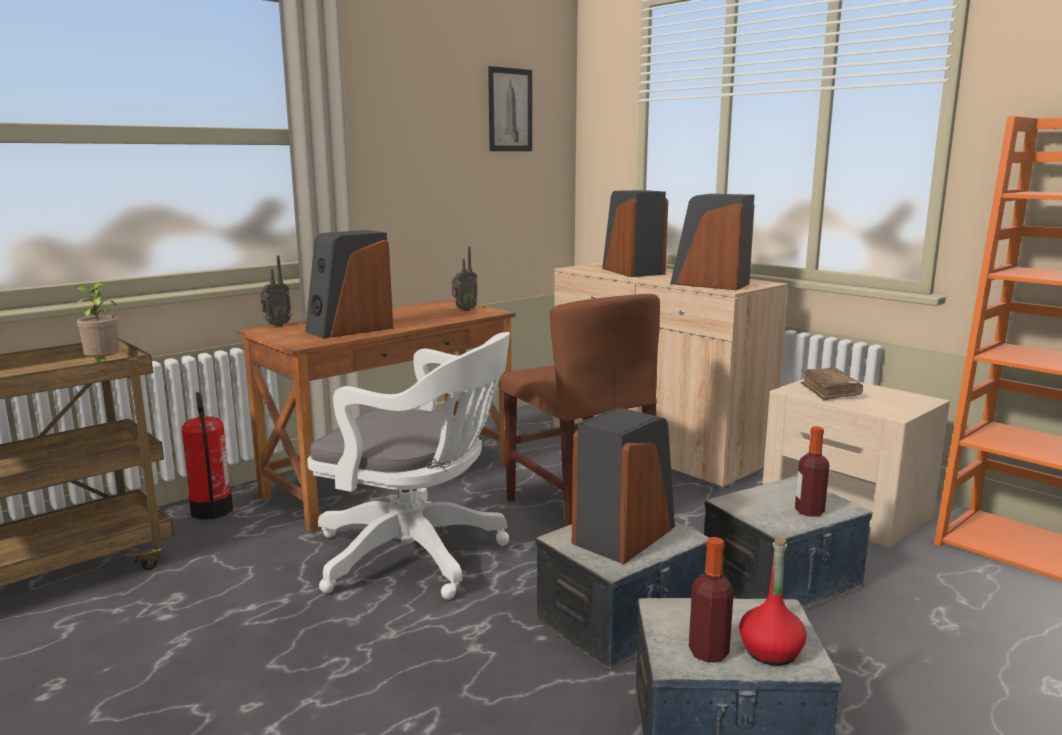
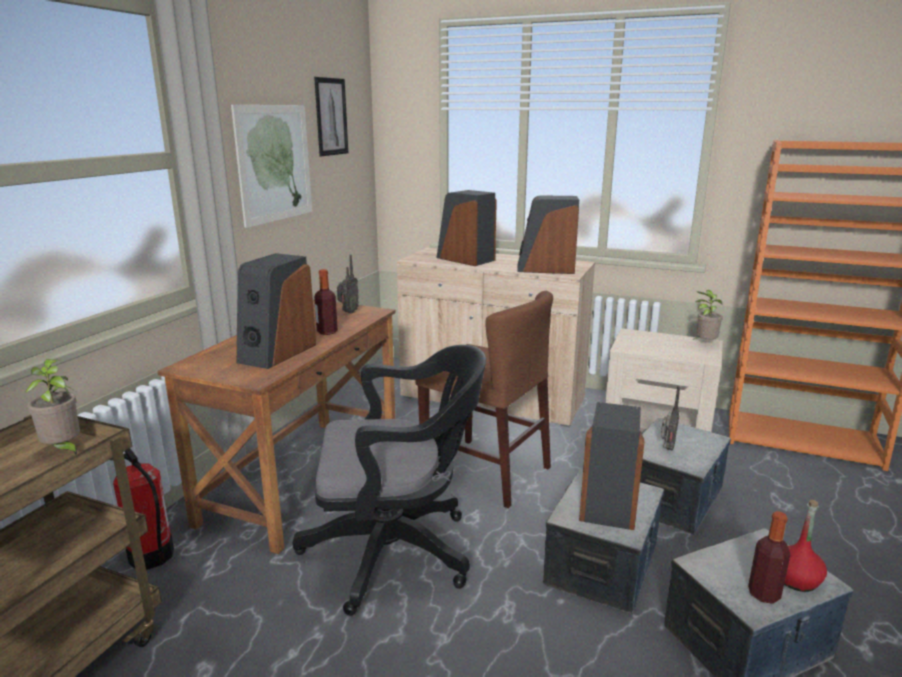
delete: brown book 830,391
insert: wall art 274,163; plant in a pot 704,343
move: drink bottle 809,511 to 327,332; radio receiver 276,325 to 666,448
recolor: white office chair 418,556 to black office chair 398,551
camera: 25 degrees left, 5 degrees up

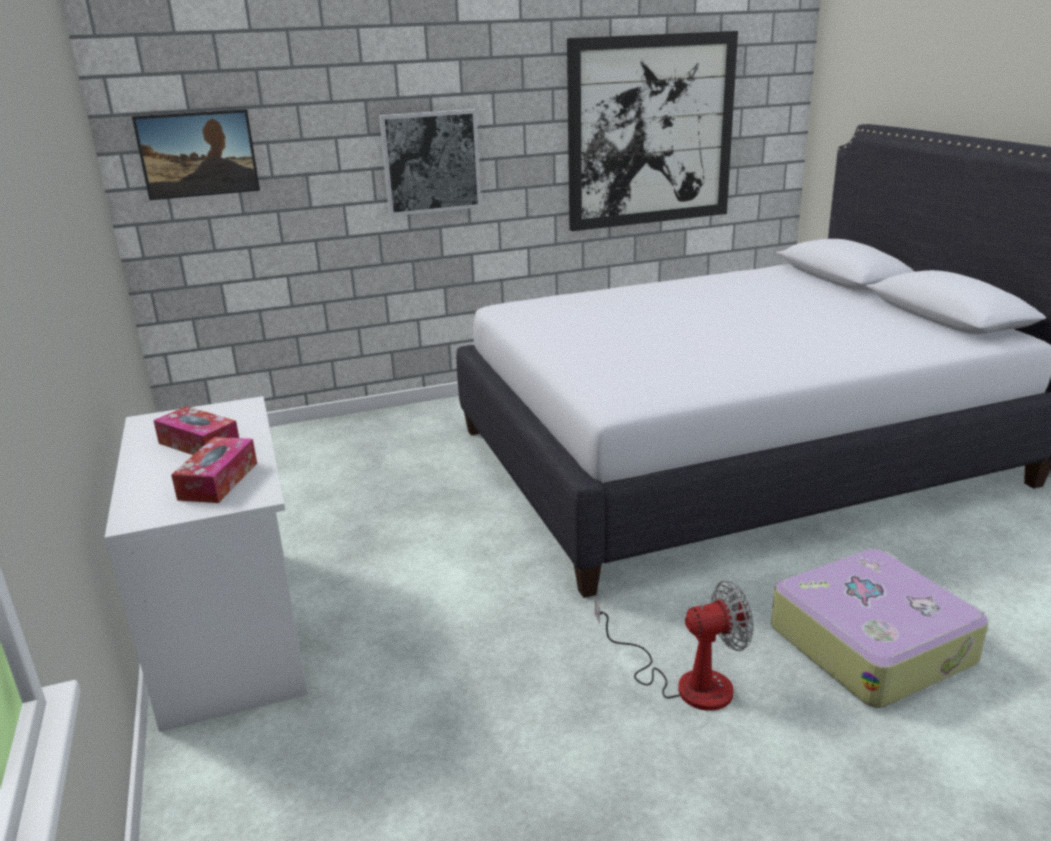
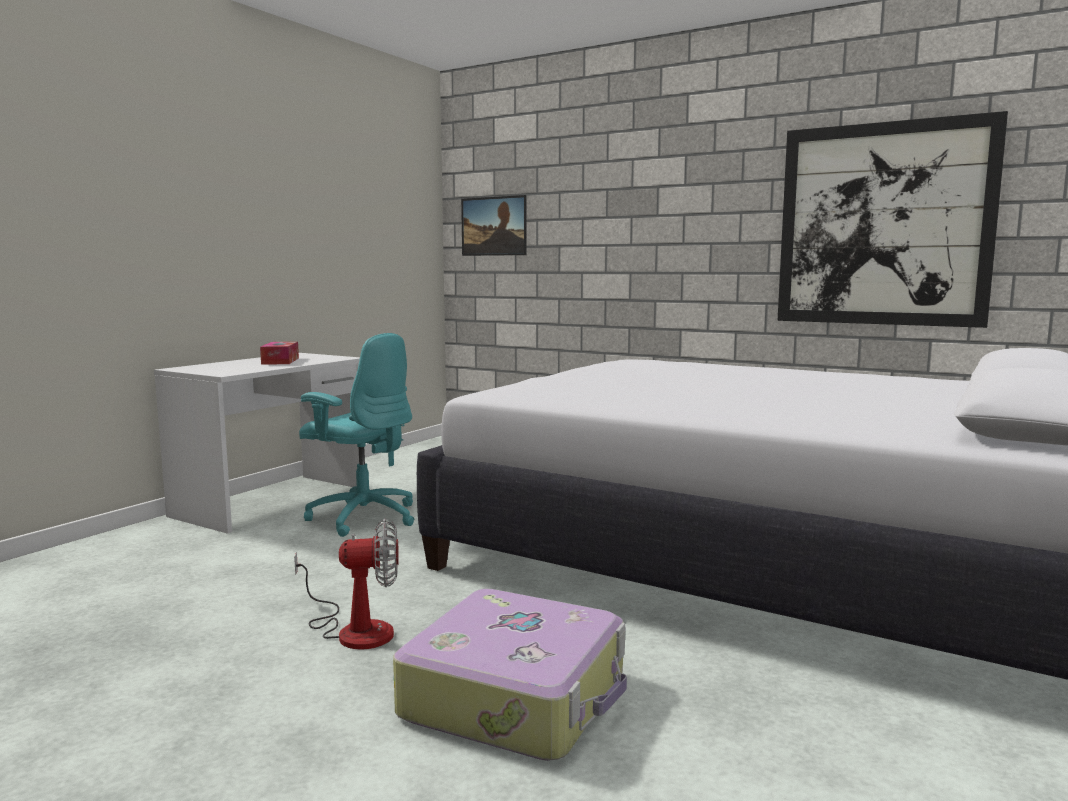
delete: tissue holder 218,481; wall art 431,162
insert: turquoise-coloured office chair 363,517
rotate: electric fan 686,682 = 354,629 45 degrees counterclockwise
camera: 50 degrees right, 15 degrees down

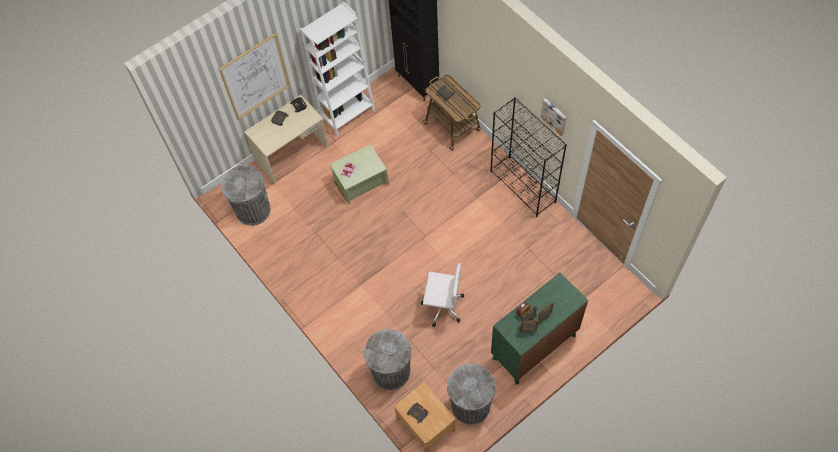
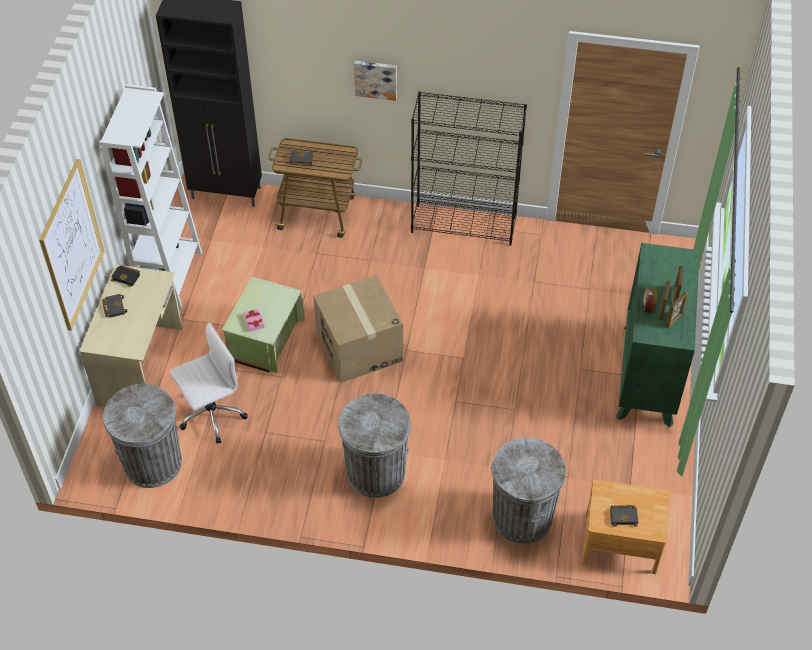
insert: carton 359,347
move: white office chair 442,306 to 210,414; greyish waste bin 470,405 to 376,472; wall art 554,116 to 376,79
camera: 45 degrees left, 10 degrees down

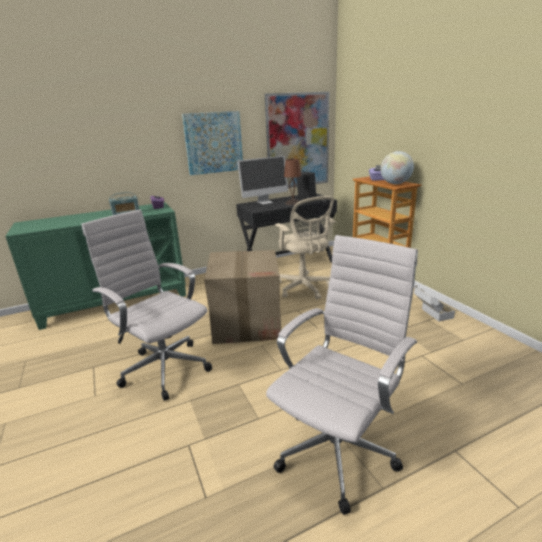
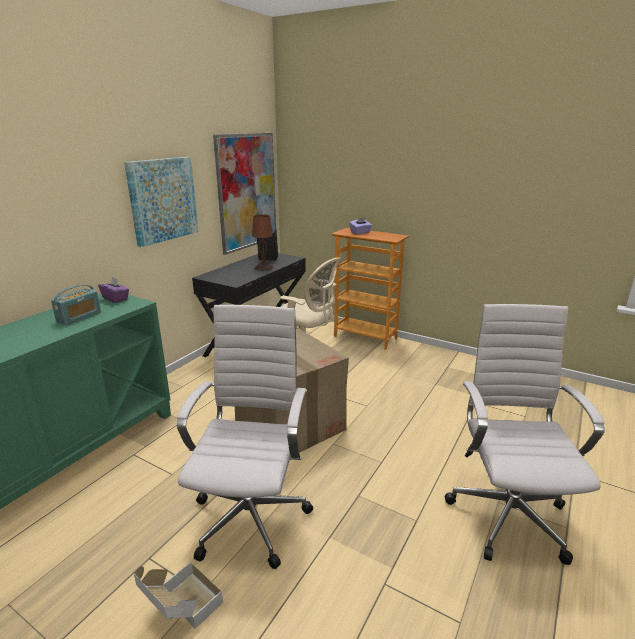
delete: computer screen 265,202; desk globe 395,183
move: carton 431,315 to 181,609
rotate: white office chair 163,367 = 252,515 90 degrees clockwise
camera: 35 degrees left, 0 degrees up

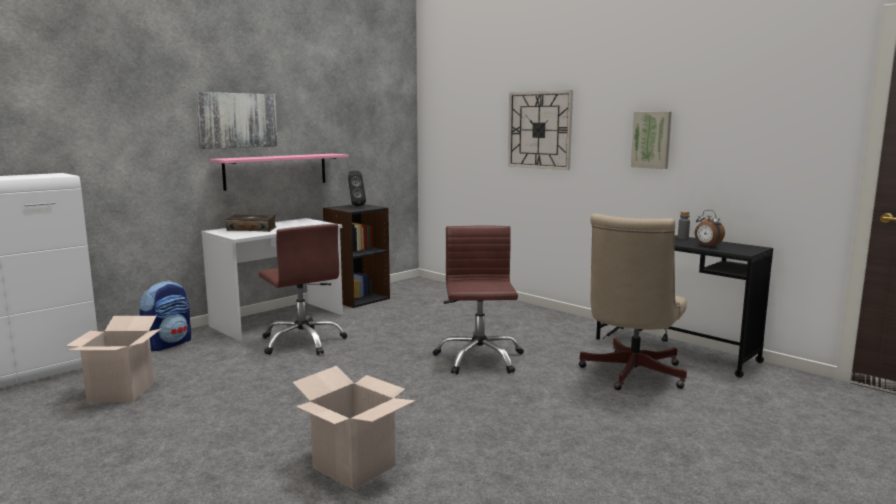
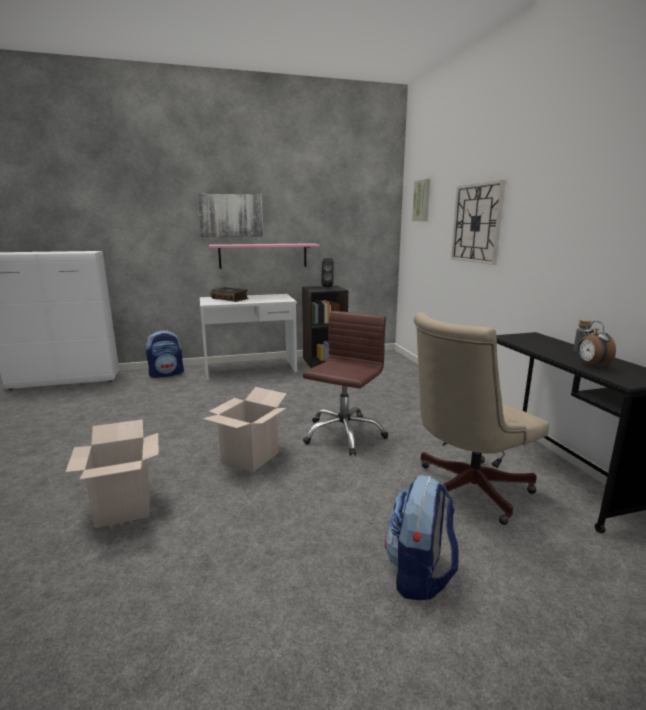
delete: brown office chair 303,342
insert: backpack 420,574
move: carton 121,392 to 250,457; wall art 651,140 to 422,200
camera: 30 degrees right, 5 degrees up

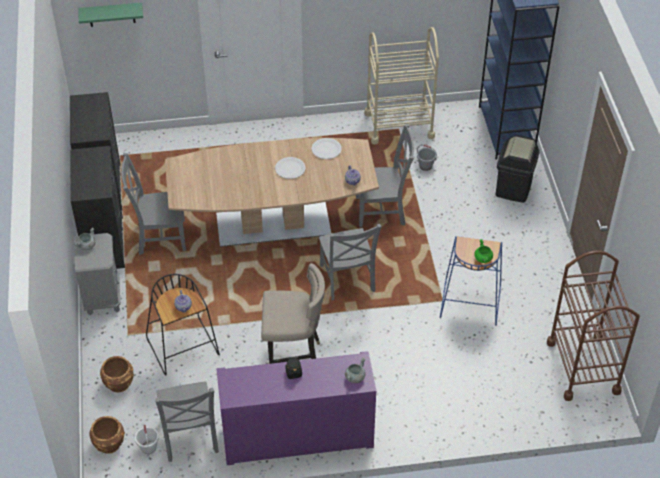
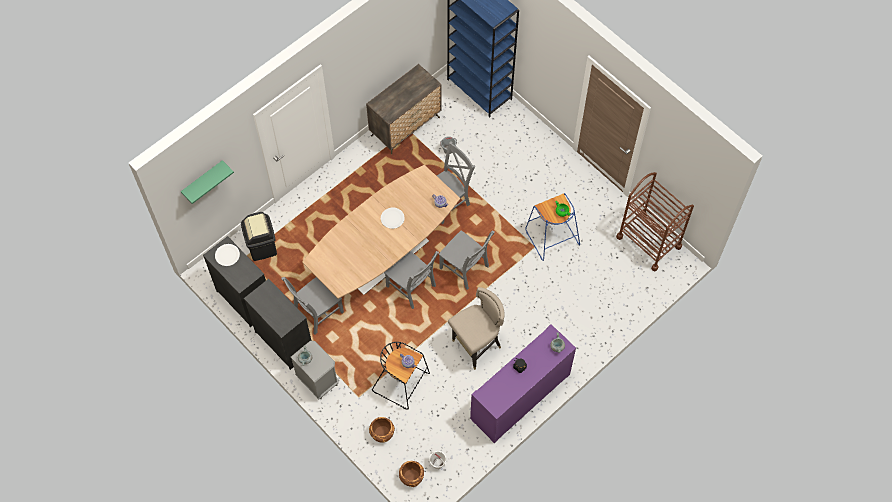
move: white plate 326,149 to 227,255; black waste bin 514,188 to 262,247; greyish chair 189,437 to 412,288
replace: beige cart 399,125 to drawer chest 406,126
camera: 35 degrees left, 15 degrees up

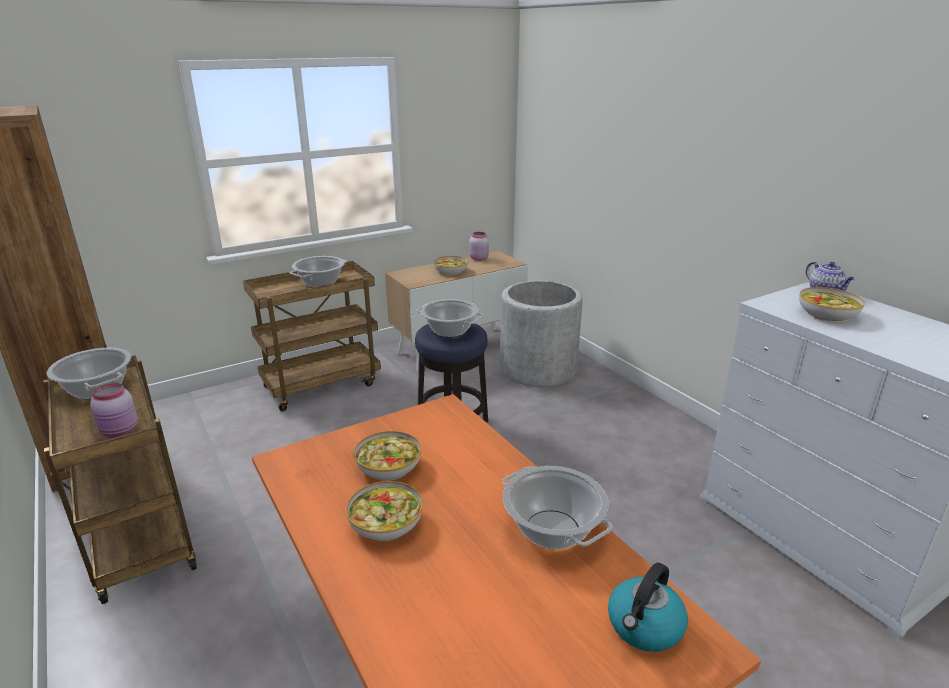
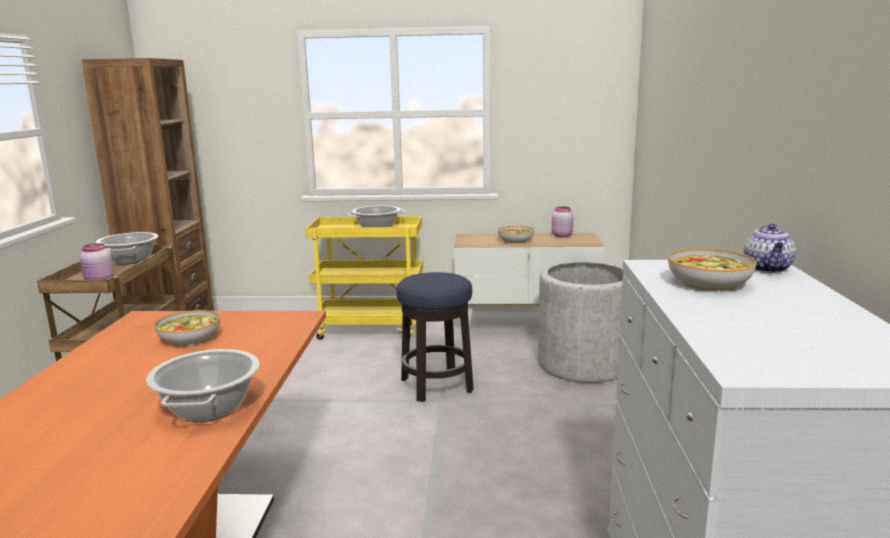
delete: bowl 386,523; cooking pot 449,331; kettle 644,627
recolor: brown cart 322,384 to yellow cart 372,329
camera: 35 degrees right, 10 degrees down

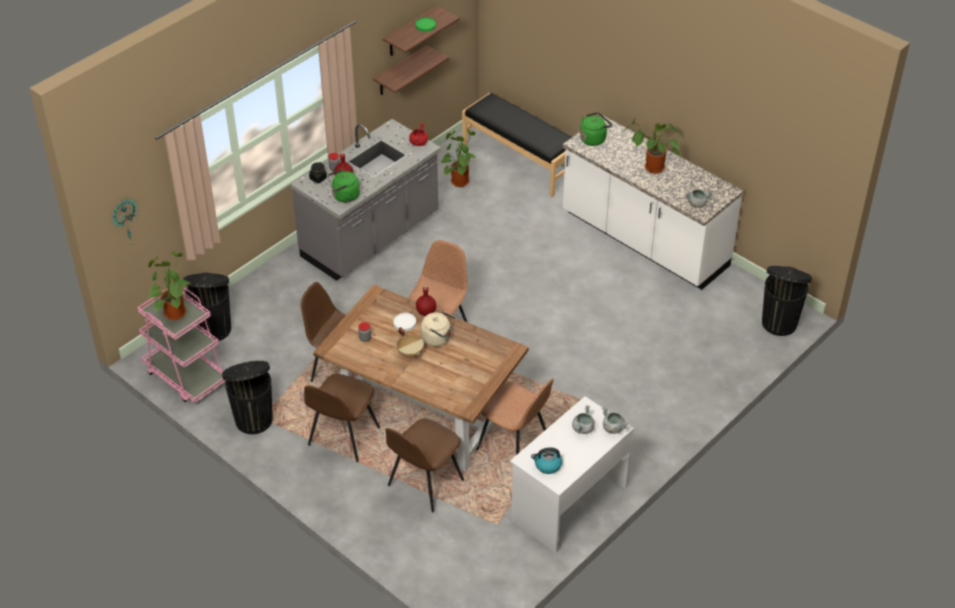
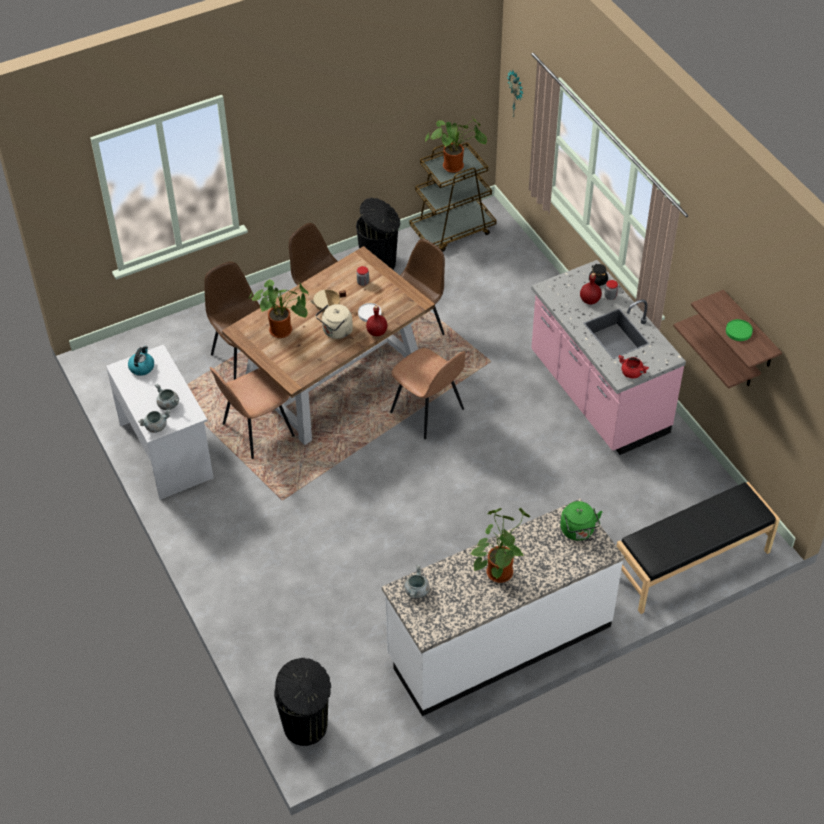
delete: black waste bin 213,328; green kettle 344,196
move: plant in a pot 459,180 to 283,330
recolor: pinkish cart 186,376 to brown cart 453,230; greyish kitchen counter 371,237 to pinkish kitchen counter 597,394
camera: 110 degrees right, 5 degrees up

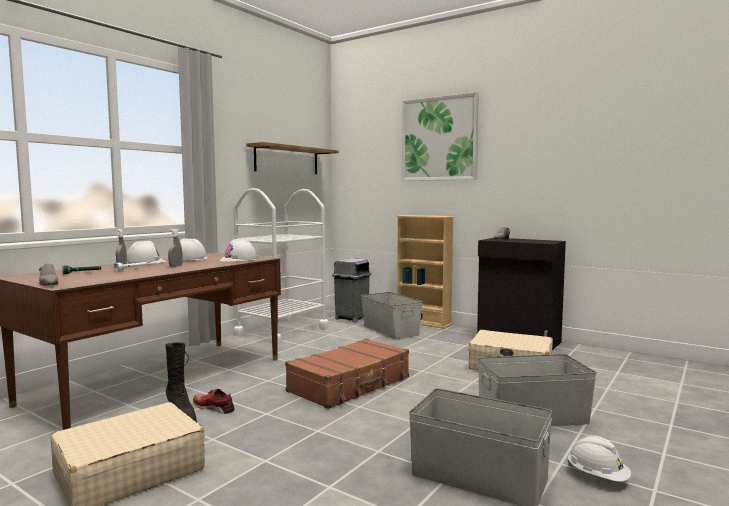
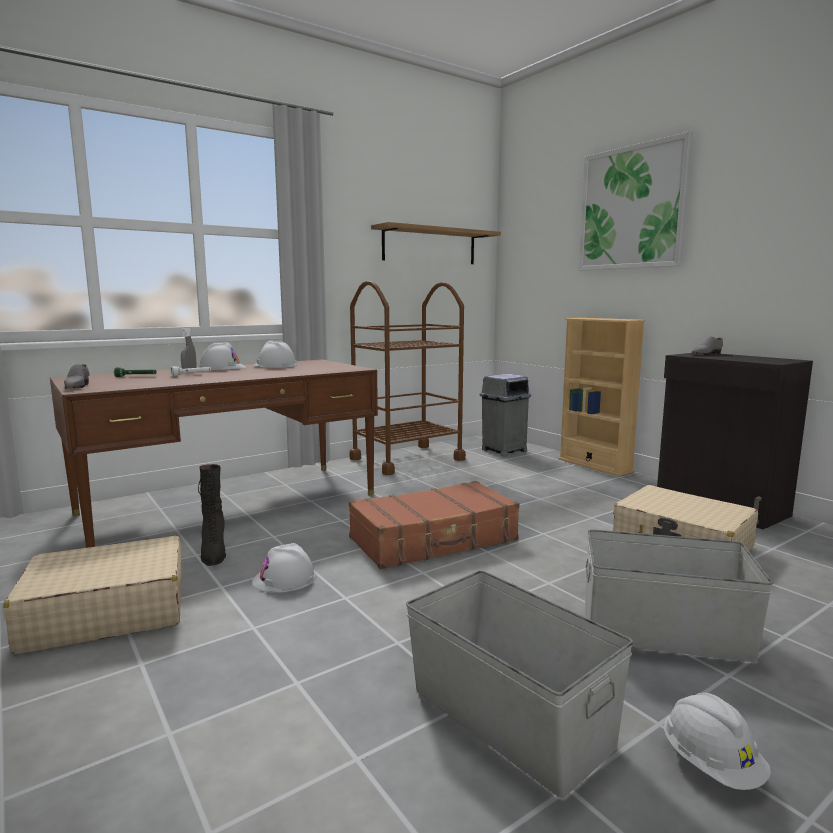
delete: greyish sprayer 175,266; red low shoe 214,407; greyish storage bin 390,330
move: white hard hat 239,260 to 284,579
recolor: white cart 282,331 to brown cart 407,459
camera: 20 degrees right, 5 degrees up

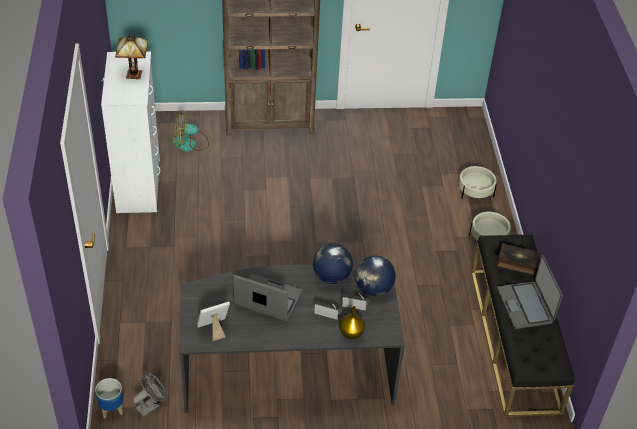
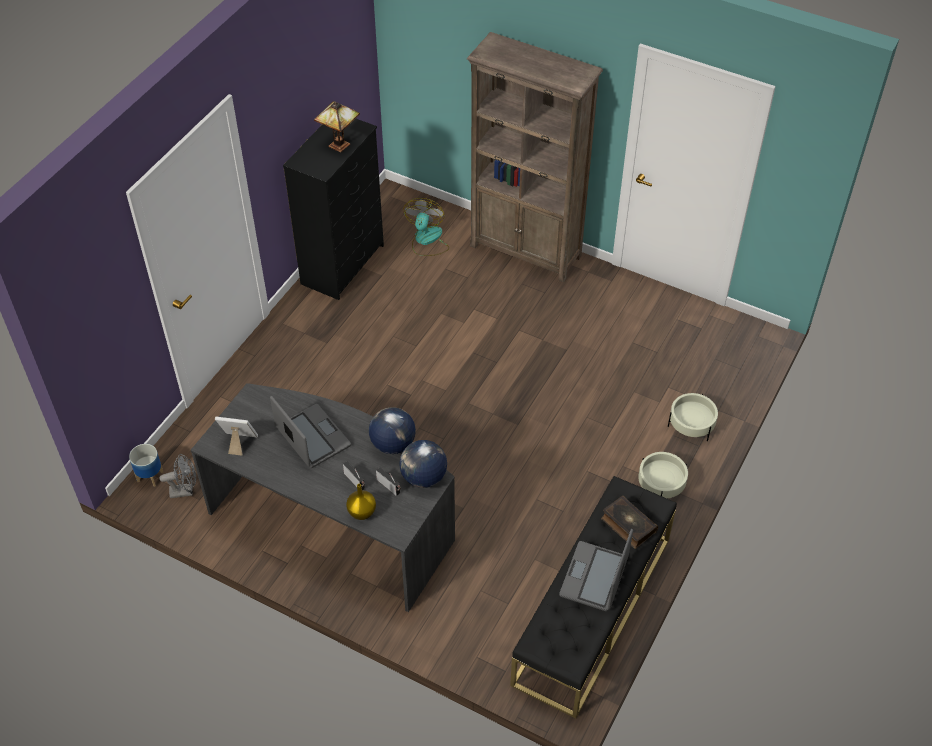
recolor: white drawer chest 139,185 to black drawer chest 344,264
rotate: electric fan 190,143 = 427,240 75 degrees clockwise
camera: 35 degrees right, 5 degrees up

